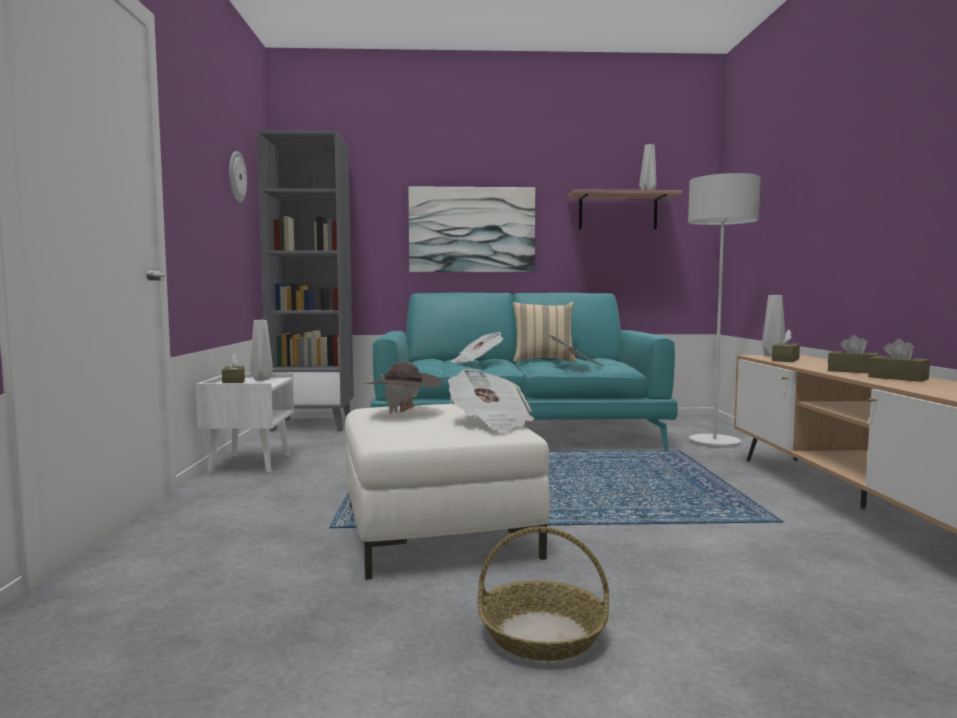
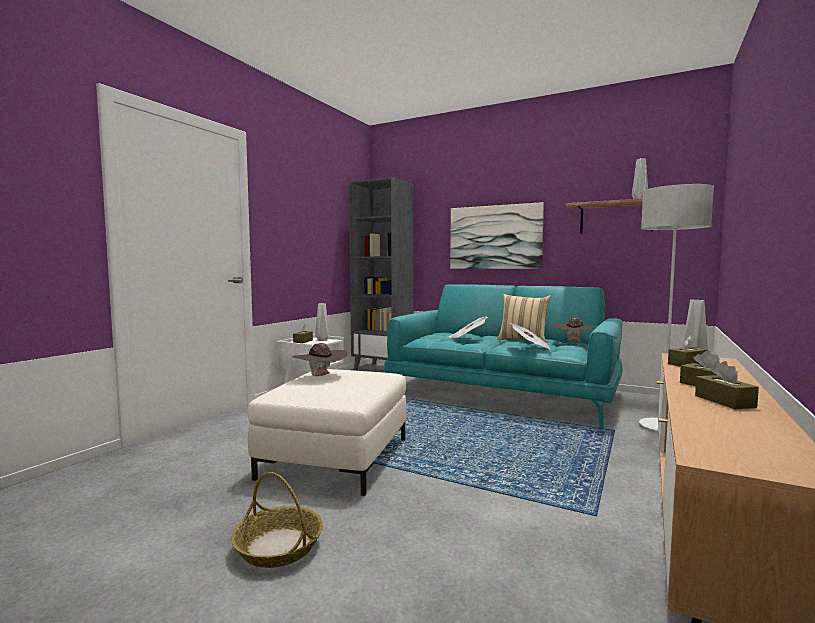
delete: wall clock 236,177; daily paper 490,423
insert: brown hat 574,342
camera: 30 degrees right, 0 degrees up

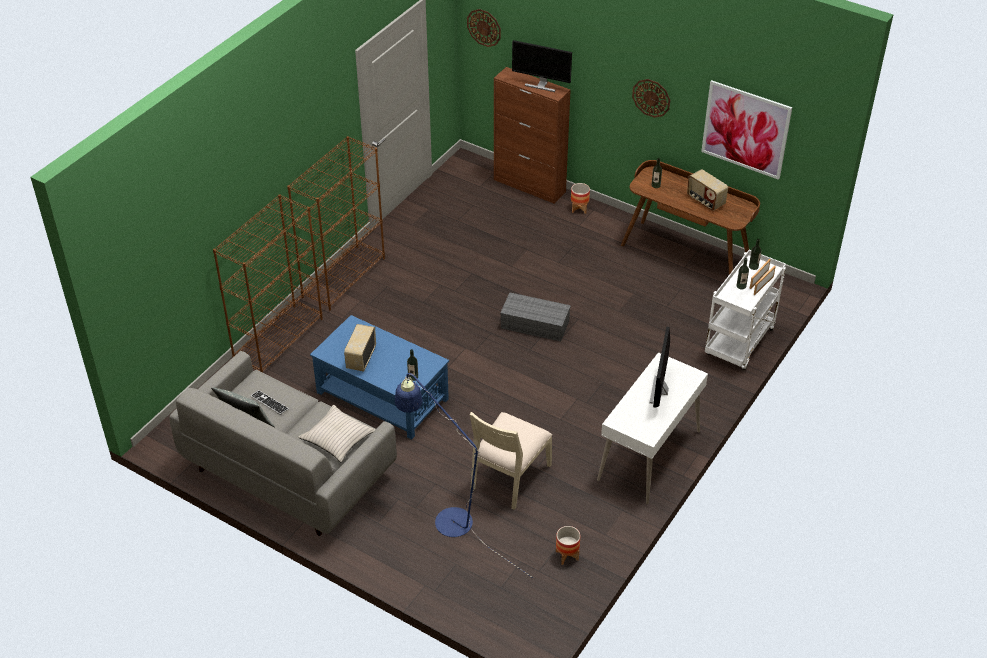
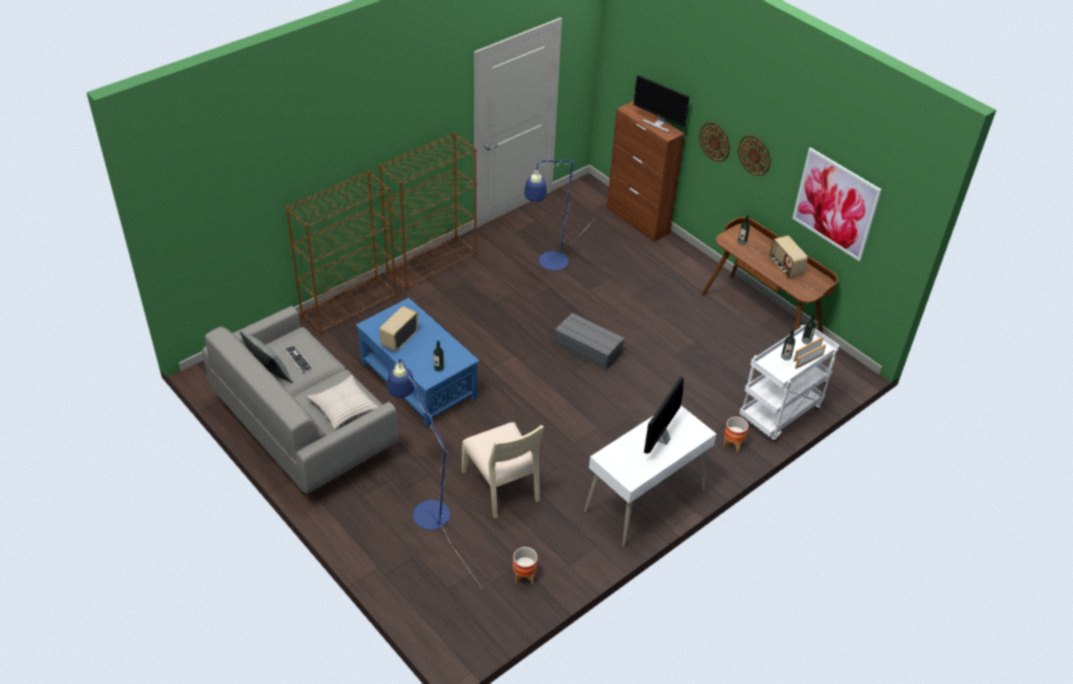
insert: bluish standard lamp 549,265
move: wall clock 484,27 to 715,142; planter 579,208 to 733,444
rotate: beige chair 509,476 = 502,485 75 degrees counterclockwise
camera: 15 degrees right, 0 degrees up

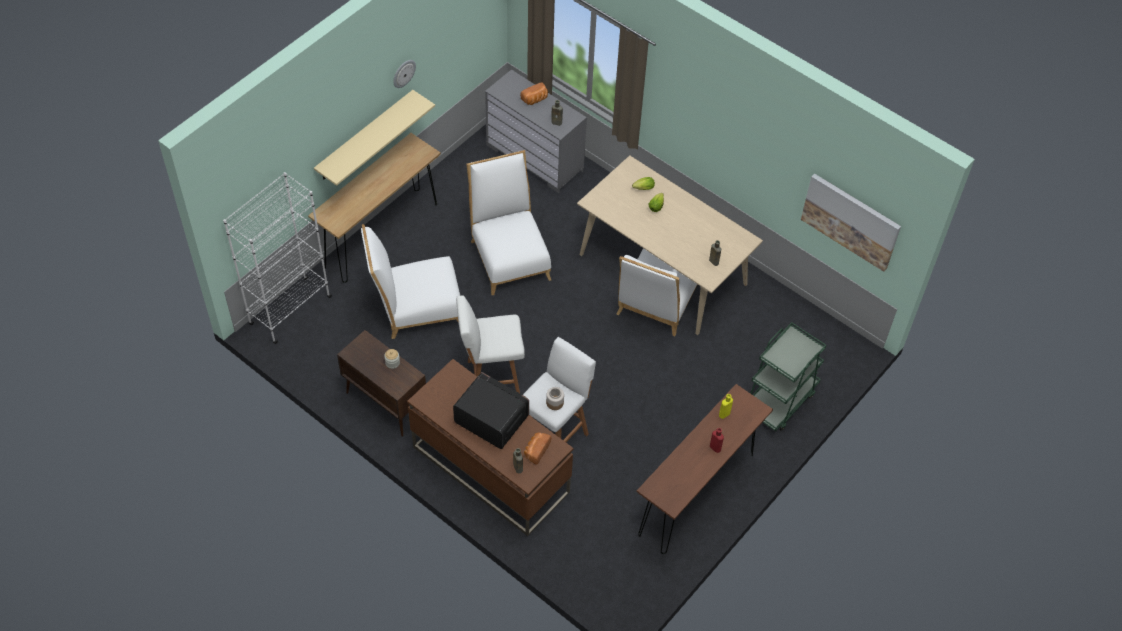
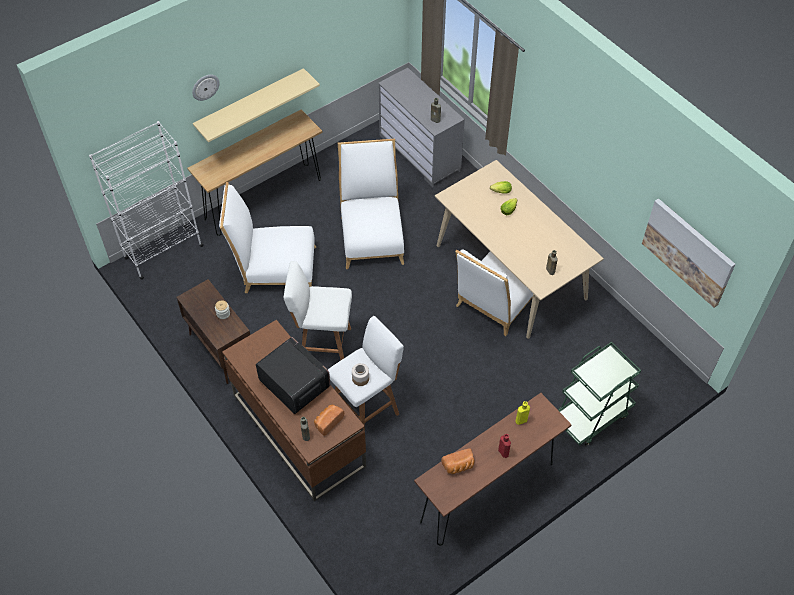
move: wall clock 403,73 to 205,87; bakery bread 535,99 to 458,466
camera: 15 degrees right, 0 degrees up

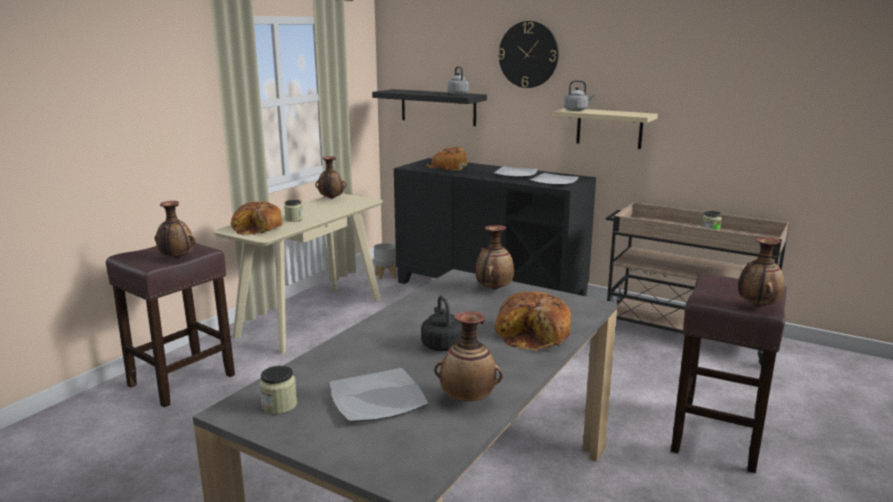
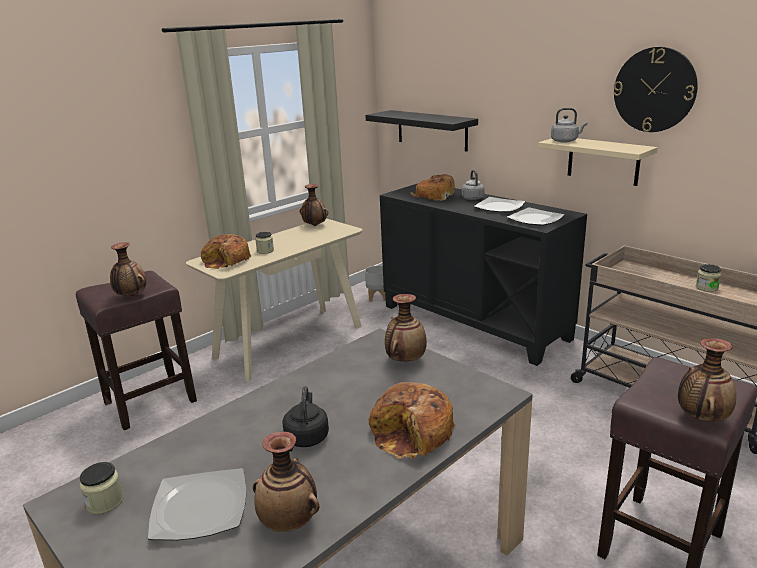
move: greyish kettle 457,94 to 472,198; wall clock 528,54 to 654,90
camera: 15 degrees right, 5 degrees up

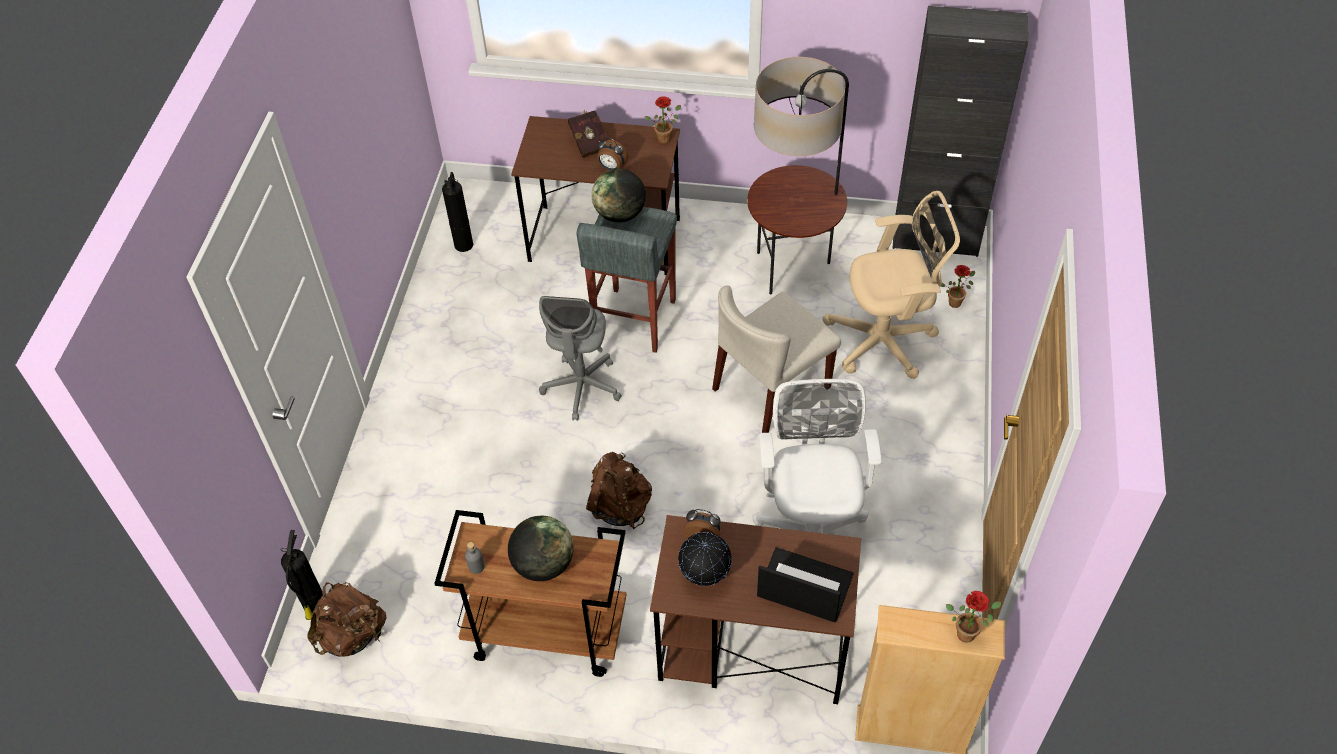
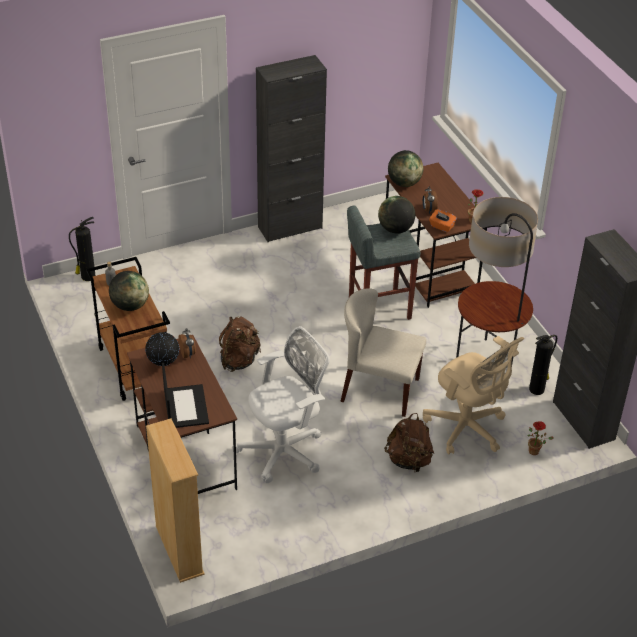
delete: greyish office chair 582,387; red book 589,141; plant in a pot 968,632
insert: black cupboard 290,227; desk globe 404,183; orange-coloured tissue holder 441,227
move: brown backpack 352,635 to 409,461; fire extinguisher 464,244 to 537,389
camera: 55 degrees right, 10 degrees down

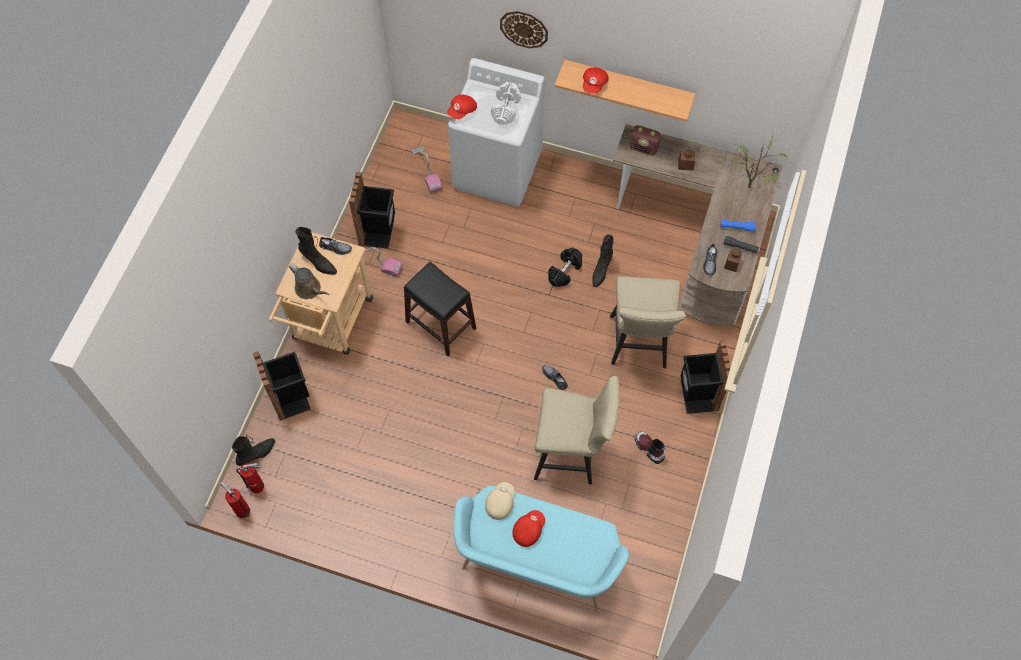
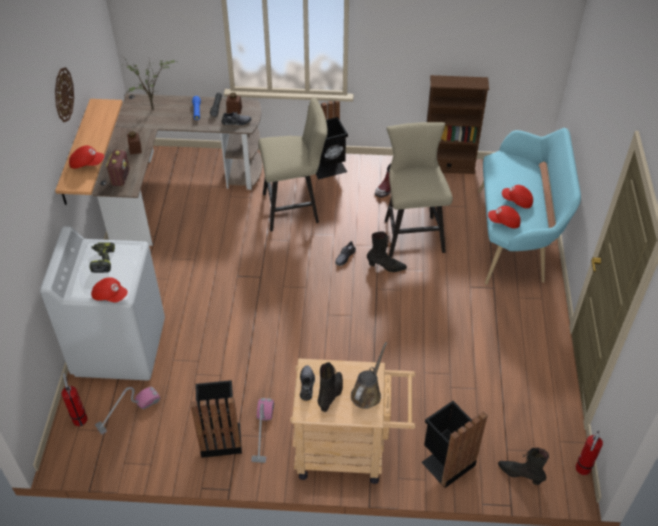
delete: black stool seat 440,325; black free weight 565,271
insert: brown bookcase 448,166
move: wall clock 524,29 to 63,94; fire extinguisher 259,486 to 79,418; black boot 601,271 to 386,267
replace: white free weight 505,108 to drill 102,260
recolor: beige baseball cap 500,503 to red baseball cap 504,222
camera: 105 degrees left, 15 degrees down

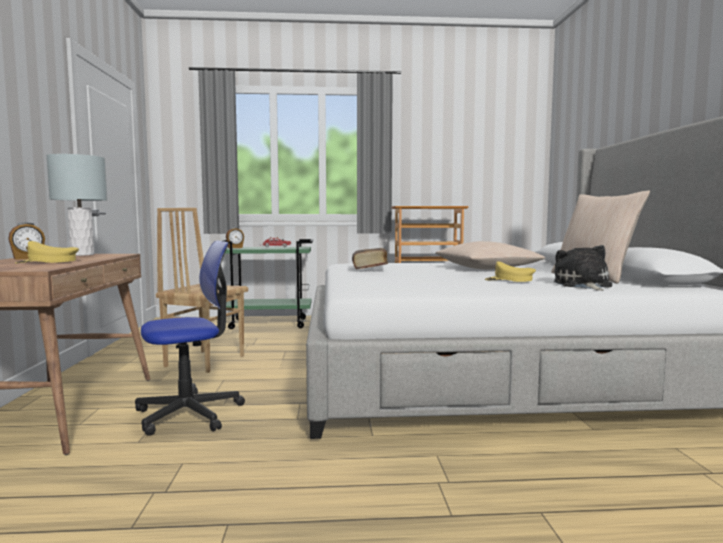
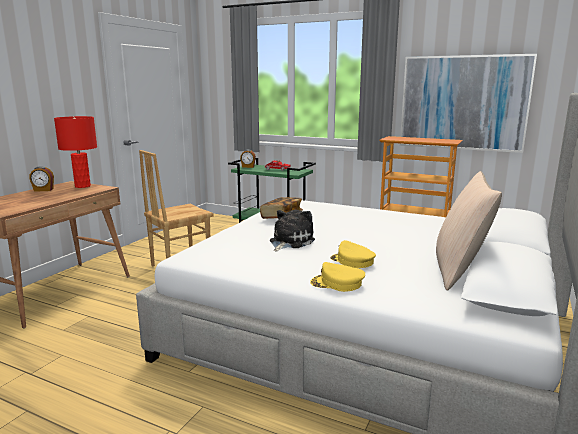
delete: office chair 189,414; beige throw pillow 487,269
insert: wall art 463,103
move: soft toy 583,285 to 289,242; yellow baseball cap 47,262 to 337,283
recolor: greyish lamp for a table 82,254 to red lamp for a table 83,186
camera: 30 degrees right, 10 degrees up

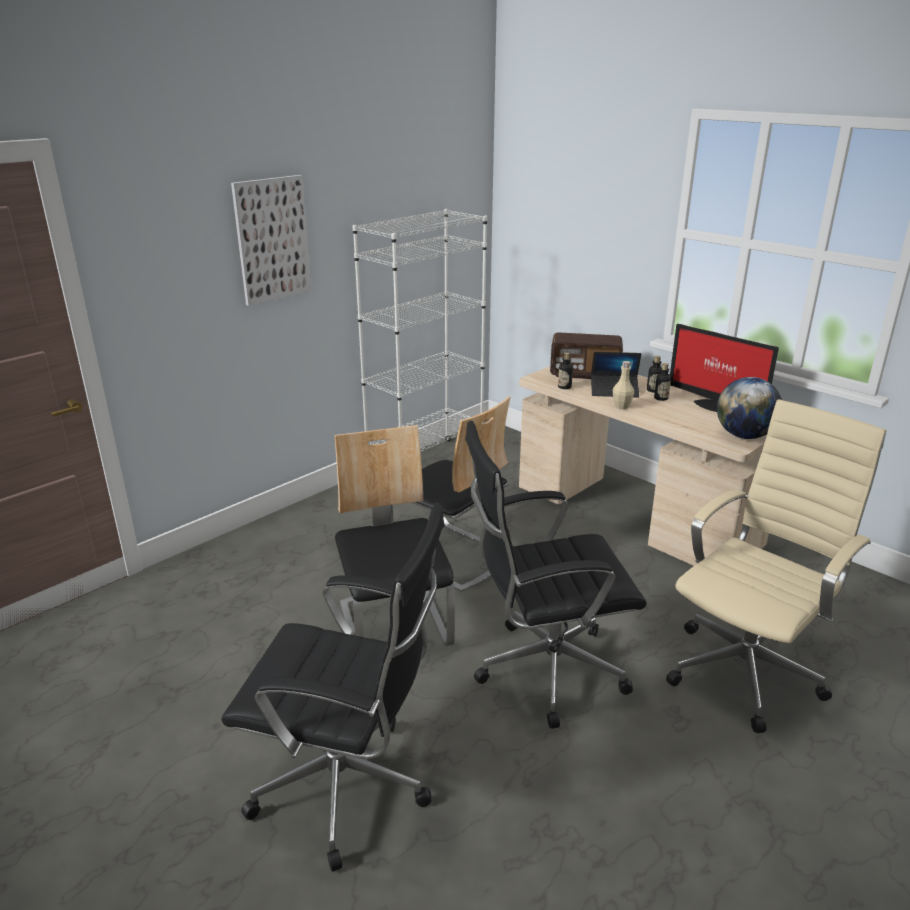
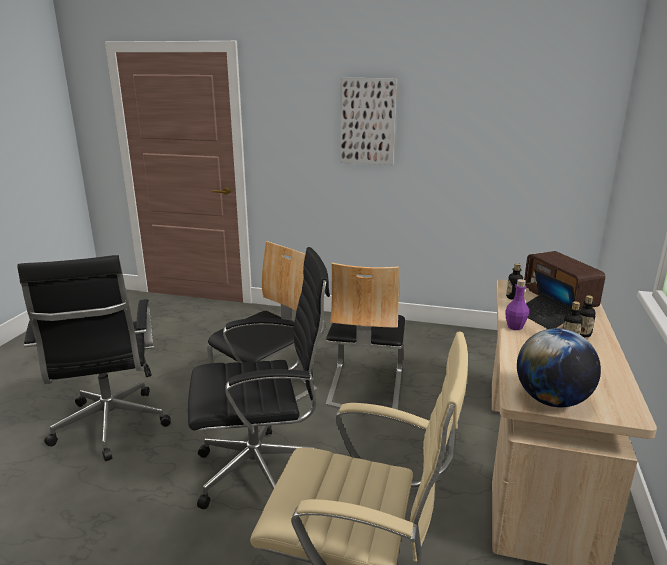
delete: white bookcase 426,465; computer screen 714,405
recolor: beige drink bottle 621,406 to purple-coloured drink bottle 515,327
rotate: black office chair 543,671 = 263,471 120 degrees clockwise
camera: 60 degrees right, 5 degrees down

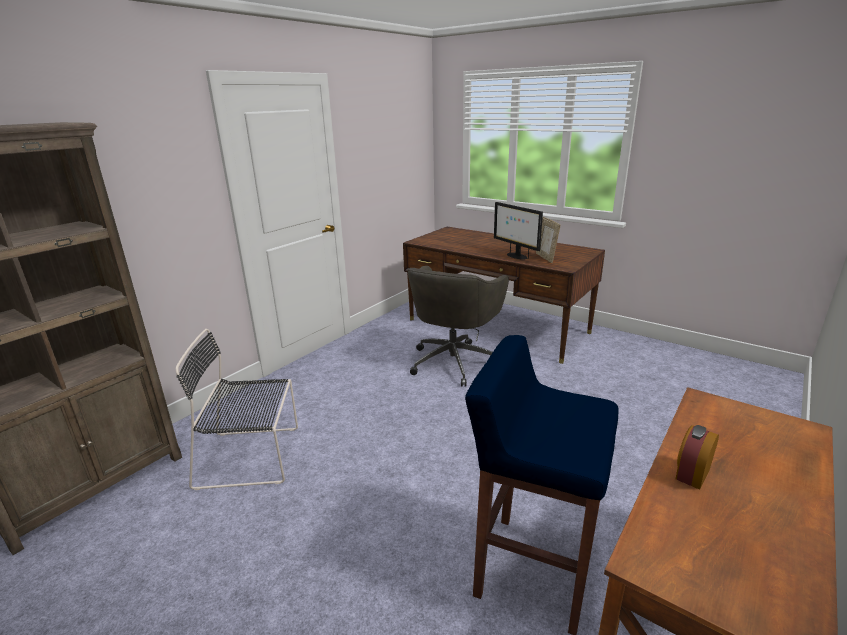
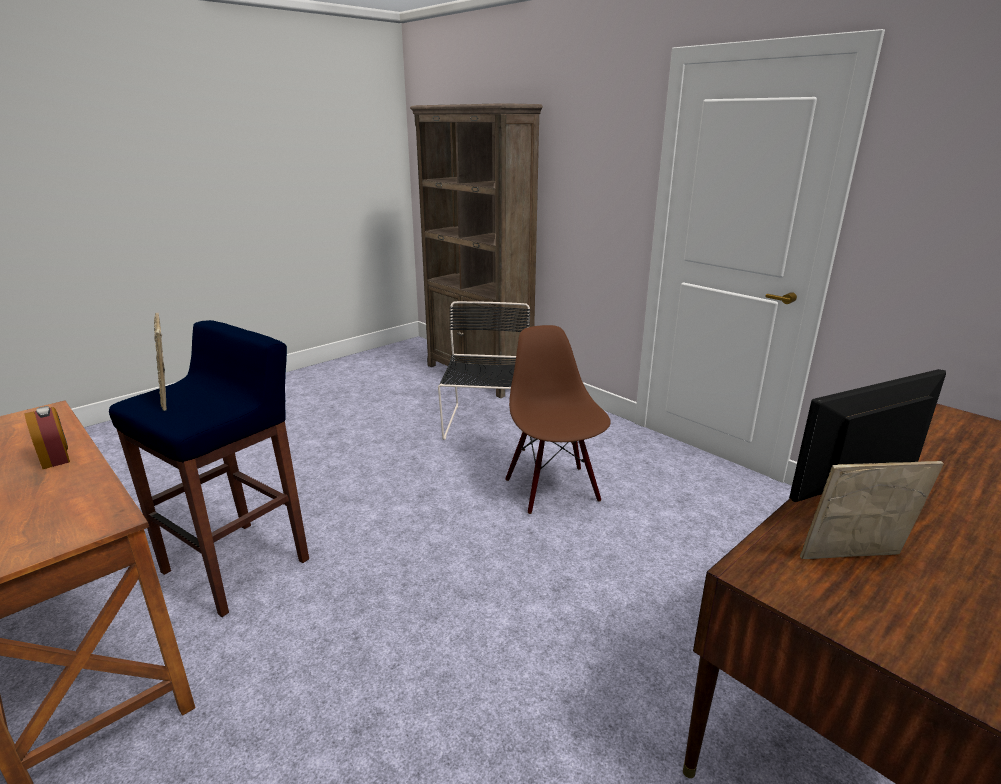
delete: greyish office chair 454,361
insert: photo frame 169,396; brown chair 553,489
camera: 100 degrees right, 0 degrees up

